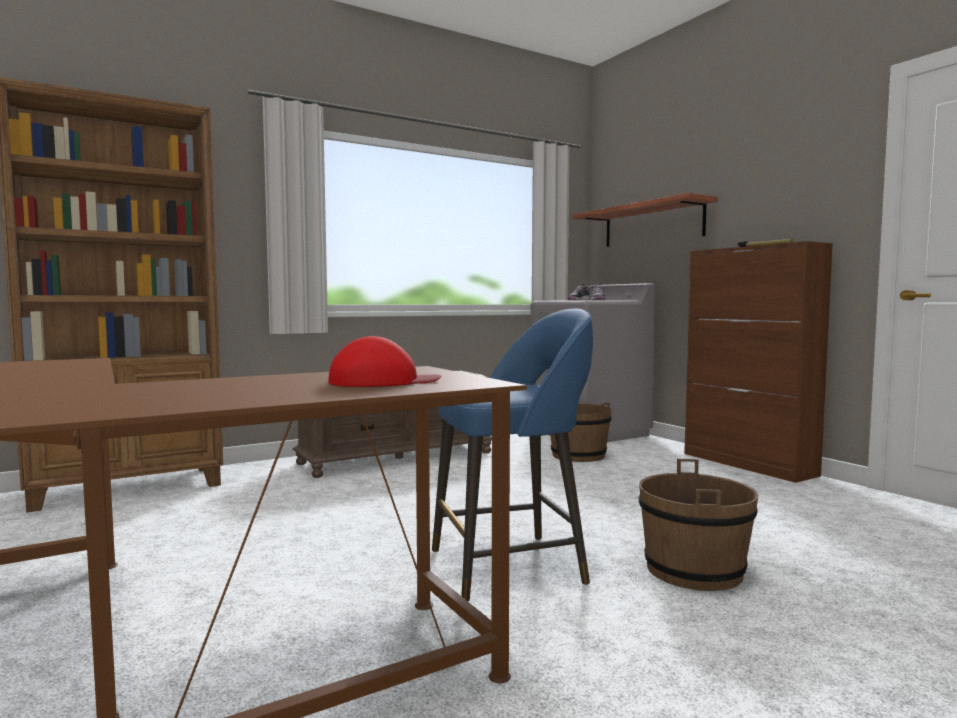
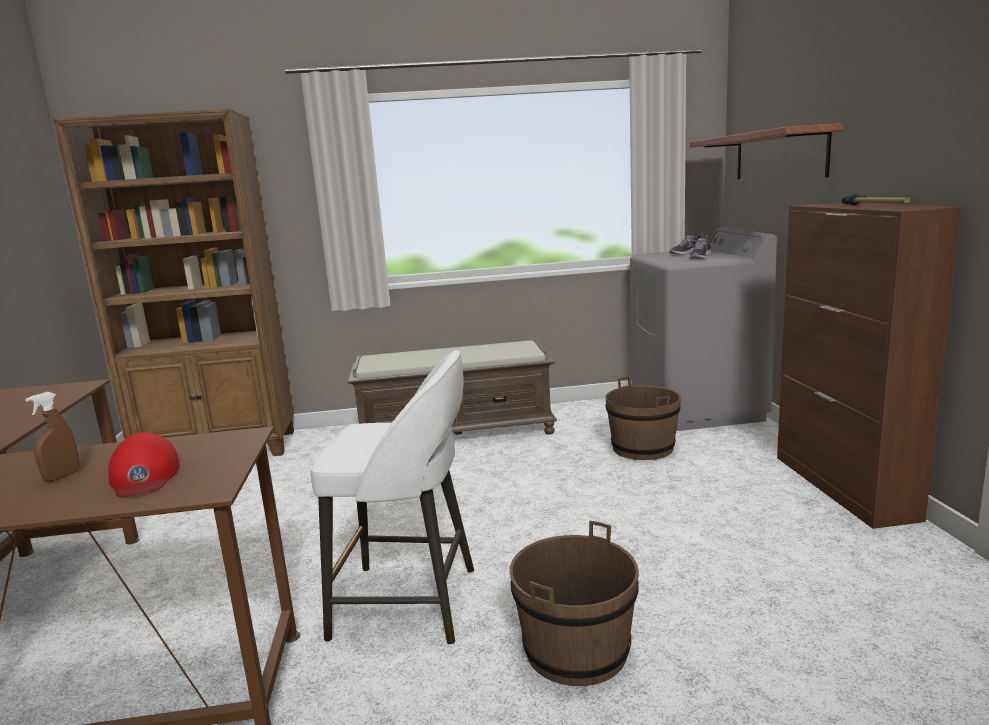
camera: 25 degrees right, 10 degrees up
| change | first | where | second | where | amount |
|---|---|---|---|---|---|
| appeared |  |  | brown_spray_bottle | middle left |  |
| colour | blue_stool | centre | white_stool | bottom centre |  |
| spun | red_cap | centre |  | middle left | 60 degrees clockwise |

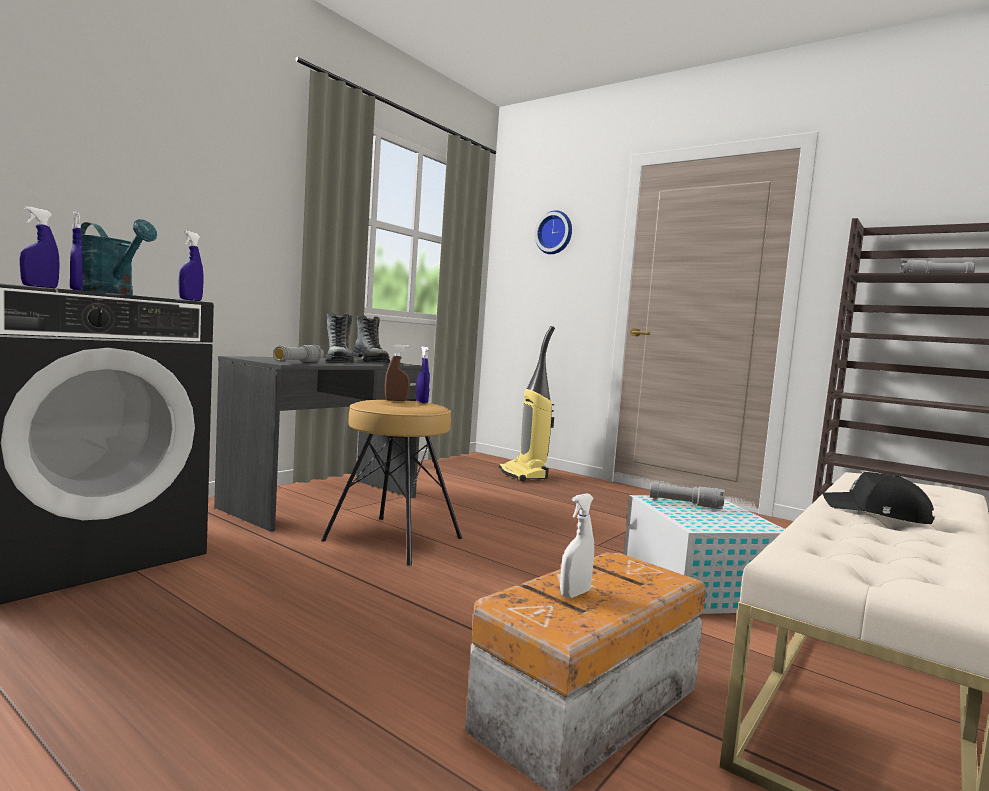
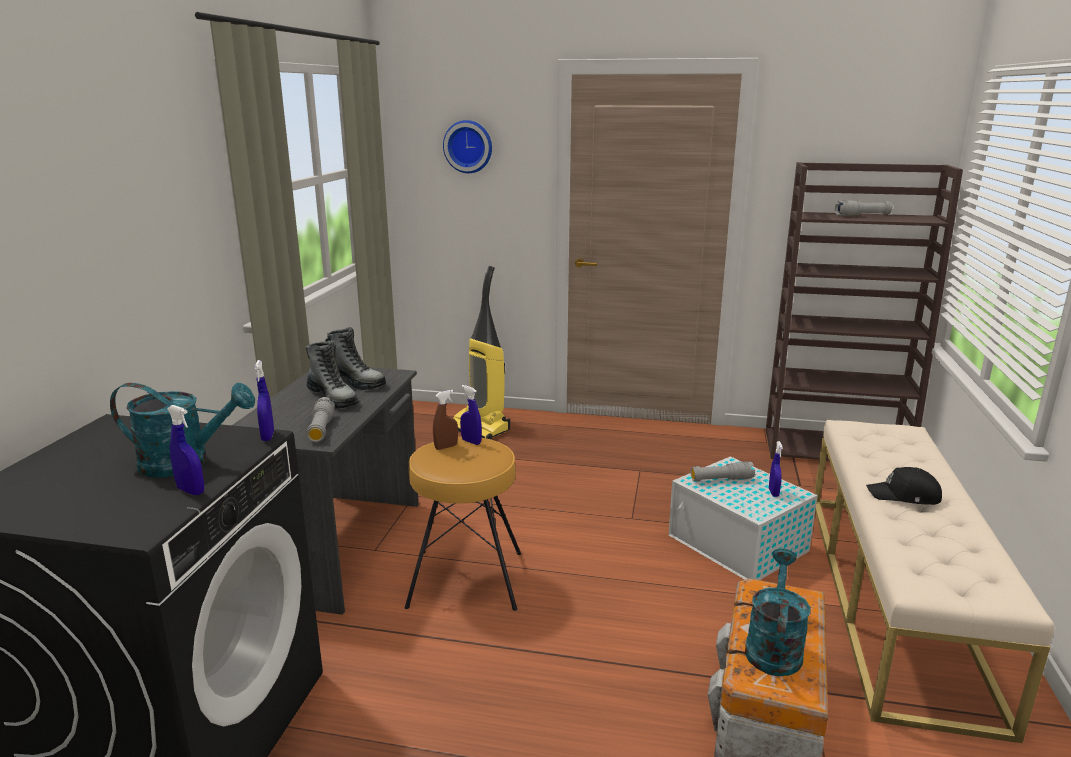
camera: 25 degrees left, 15 degrees up
| change | first | where | second | where | amount |
|---|---|---|---|---|---|
| relocated | blue_spray_bottle (no. 1 from left in the first image) | top left | blue_spray_bottle (no. 4 from left) | middle right |  |
| exchanged | white_spray_bottle | bottom centre | turquoise_watering_can (no. 2 from left) | bottom right |  |

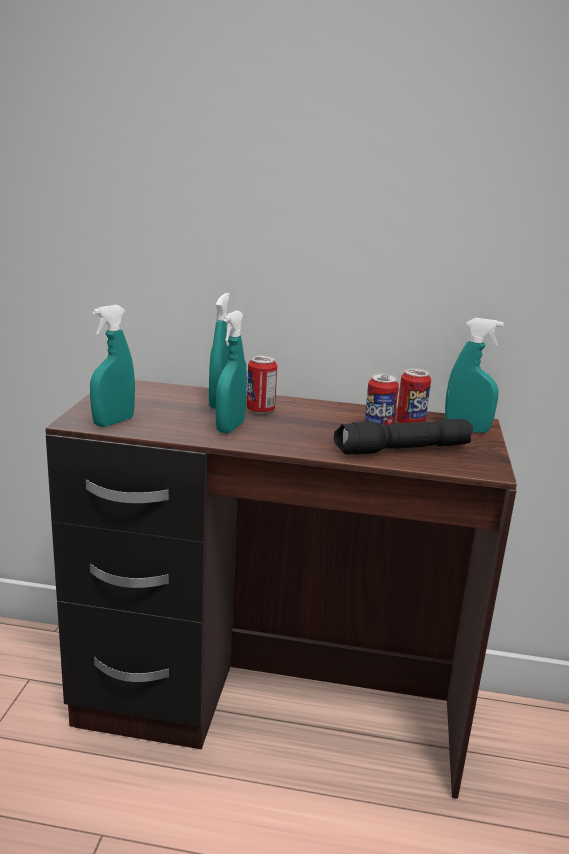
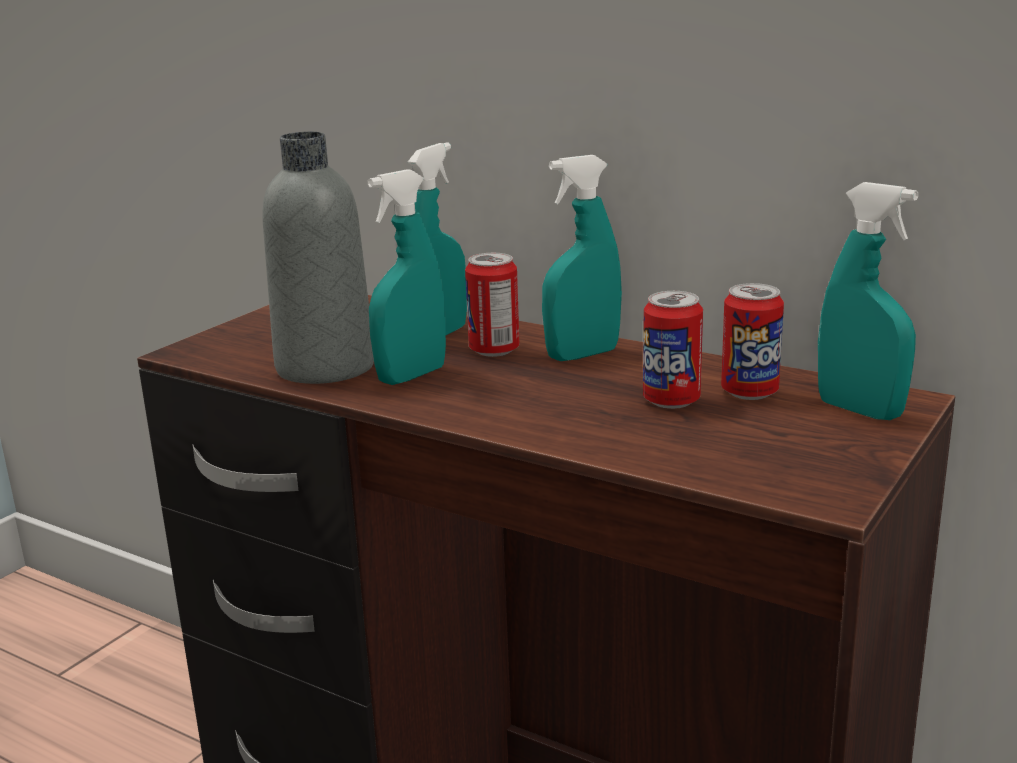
camera: 25 degrees right, 0 degrees up
| change | first | where | second | where | amount |
|---|---|---|---|---|---|
| missing | black_flashlight | middle right |  |  |  |
| appeared |  |  | grey_bottle | middle left |  |
| relocated | turquoise_spray_bottle (no. 1 from left in the first image) | middle left | turquoise_spray_bottle (no. 3 from left) | centre |  |

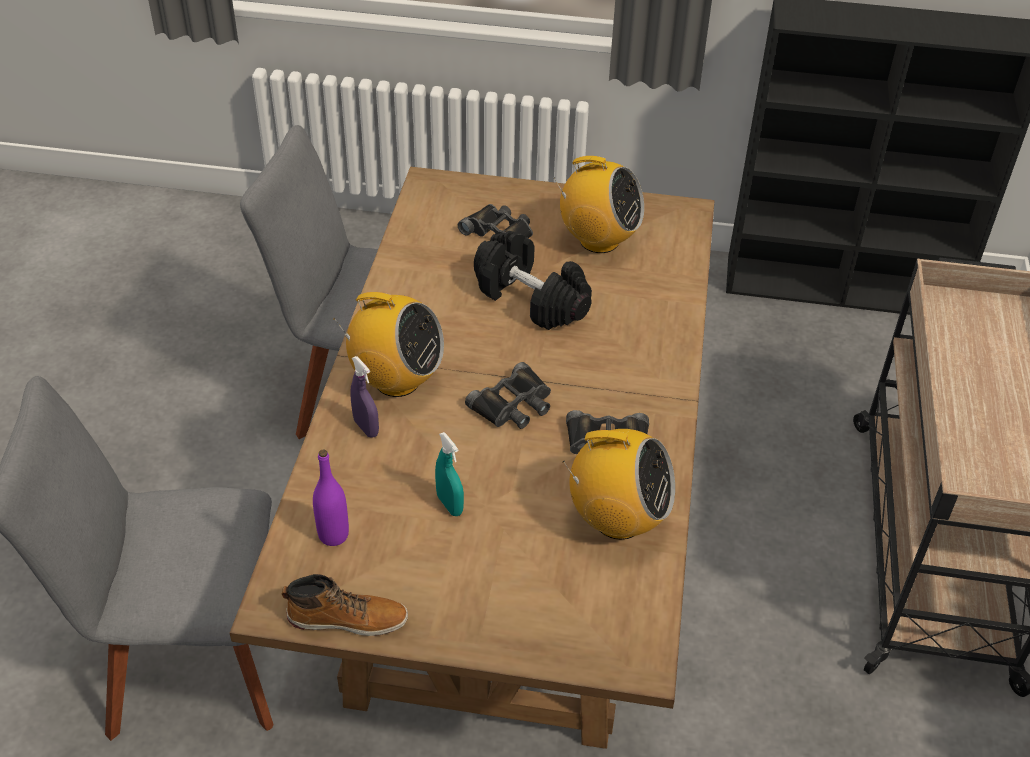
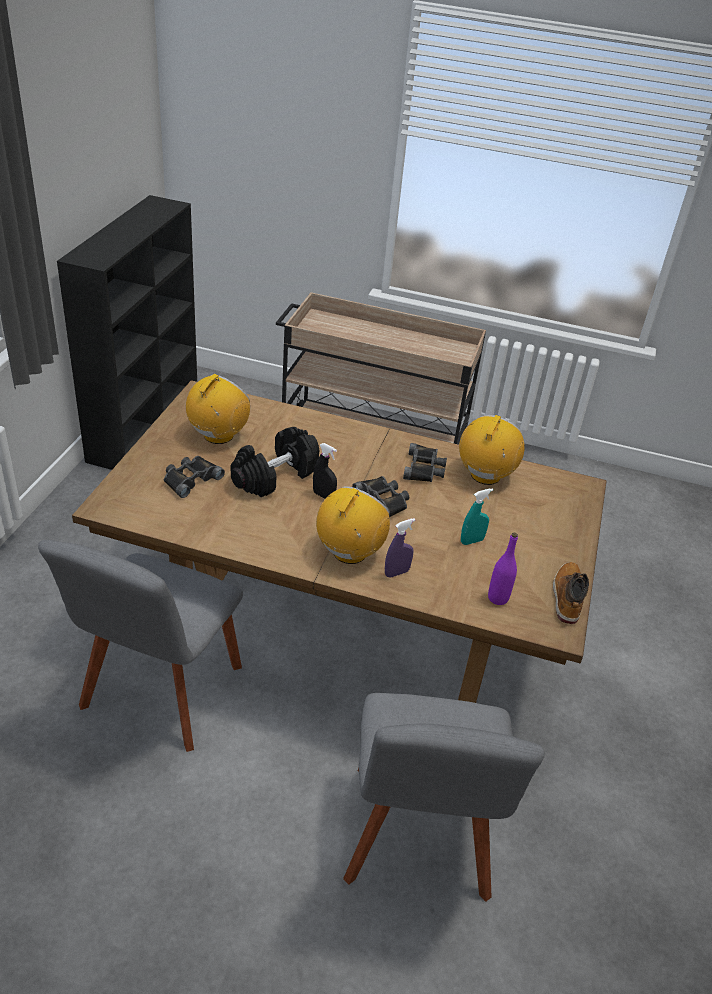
camera: 85 degrees left, 5 degrees down
| change | first | where | second | where | amount |
|---|---|---|---|---|---|
| appeared |  |  | black_spray_bottle | centre |  |

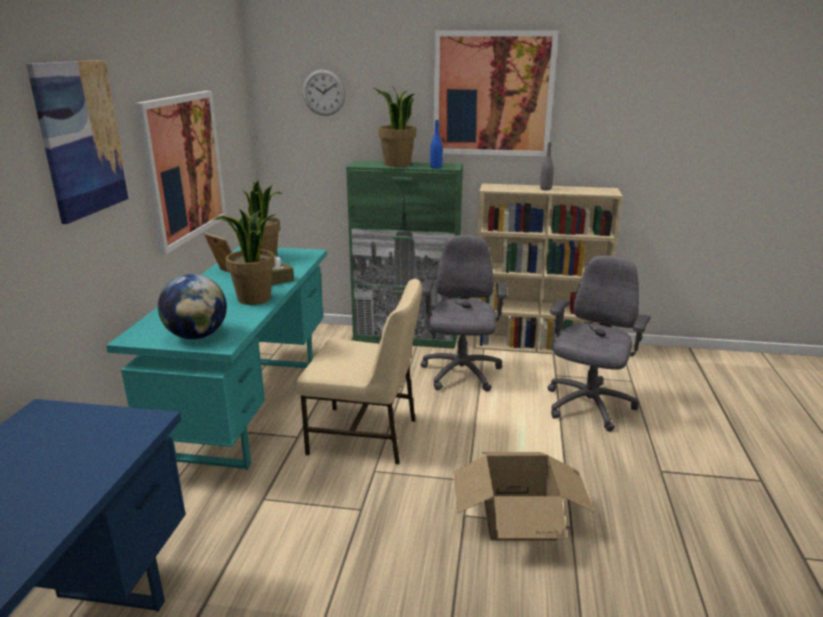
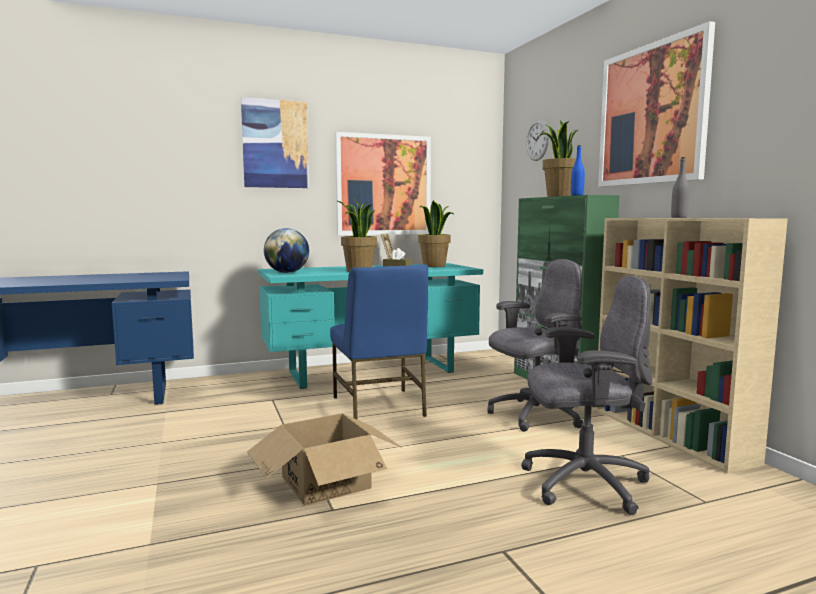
camera: 60 degrees right, 15 degrees down
| change | first | where | second | where | amount |
|---|---|---|---|---|---|
| colour | beige_chair | centre | blue_chair | centre |  |

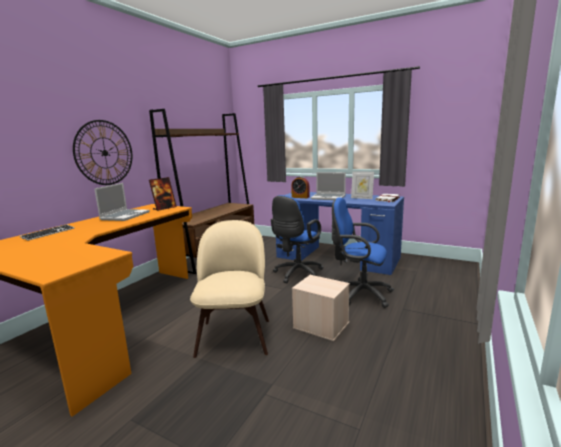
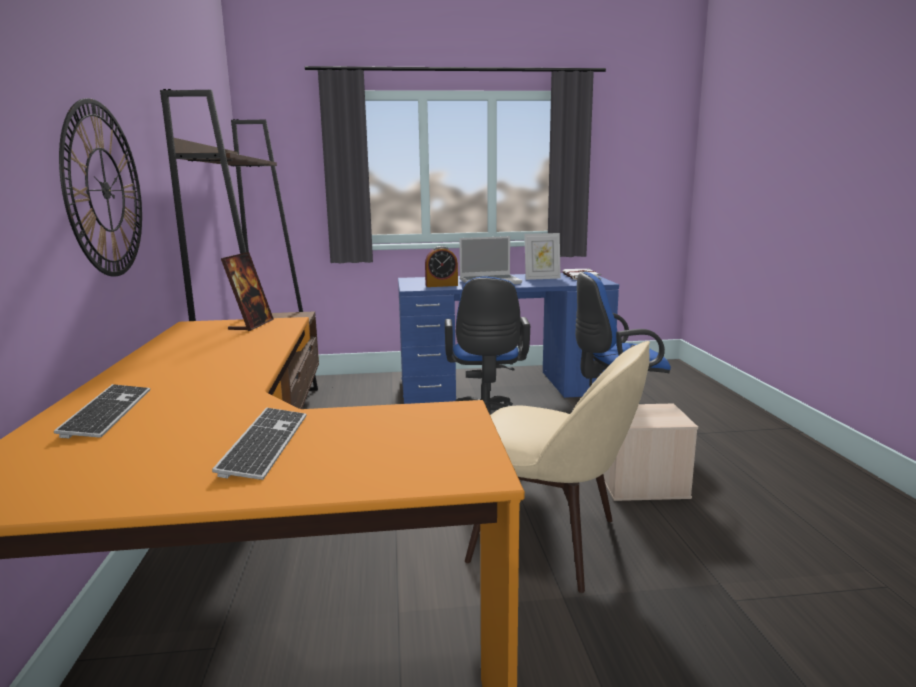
camera: 35 degrees left, 0 degrees up
| change | first | where | second | where | amount |
|---|---|---|---|---|---|
| missing | laptop (no. 1 from left) | middle left |  |  |  |
| appeared |  |  | keyboard (no. 2 from left) | middle left |  |
| spun | beige_chair | centre |  | bottom centre | 150 degrees clockwise |

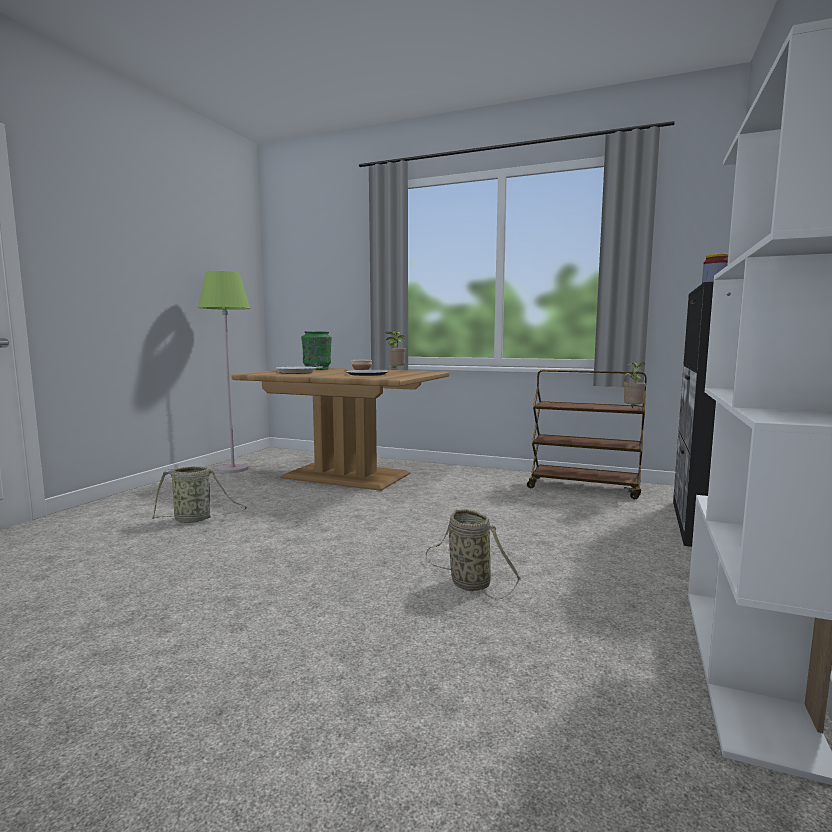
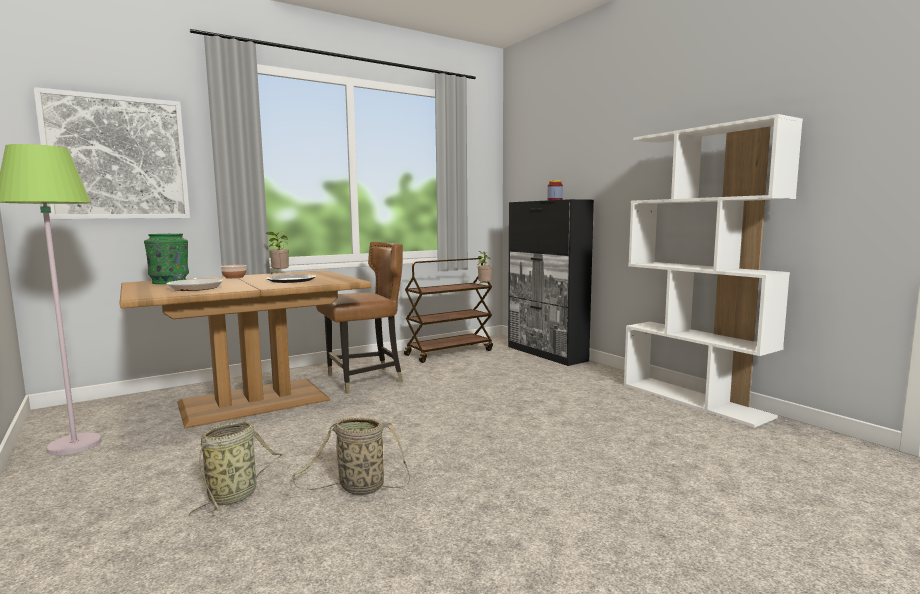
camera: 55 degrees left, 0 degrees up
| change | first | where | second | where | amount |
|---|---|---|---|---|---|
| appeared |  |  | picture | top left |  |
| appeared |  |  | brown_chair | centre |  |
| relocated | basket (no. 2 from left) | centre |  | bottom centre |  |

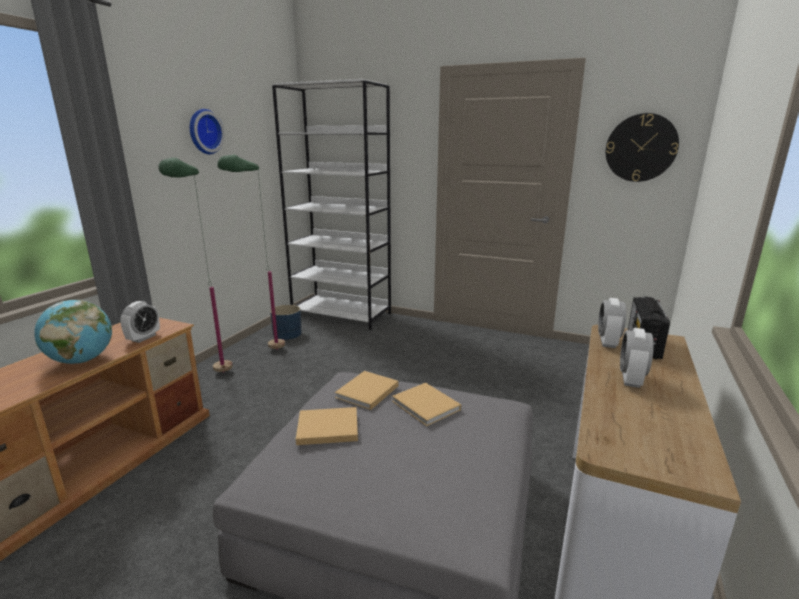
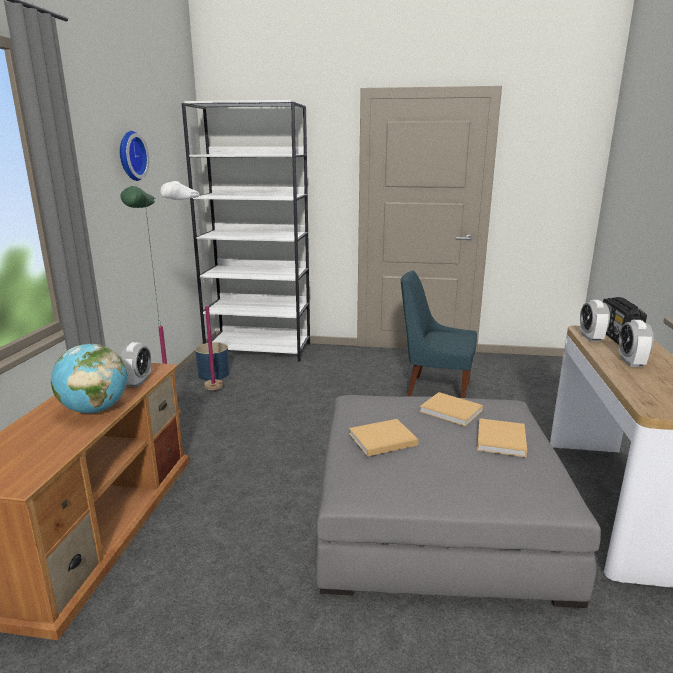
camera: 15 degrees left, 0 degrees up
| change | first | where | second | where | amount |
|---|---|---|---|---|---|
| missing | wall_clock (no. 2 from left) | top right |  |  |  |
| appeared |  |  | blue_chair | centre |  |
| relocated | beige_book (no. 2 from left in the first image) | centre | beige_book (no. 3 from left) | middle right |  |
| colour | green_floor_lamp (no. 2 from left) | middle left | white_floor_lamp | middle left |  |

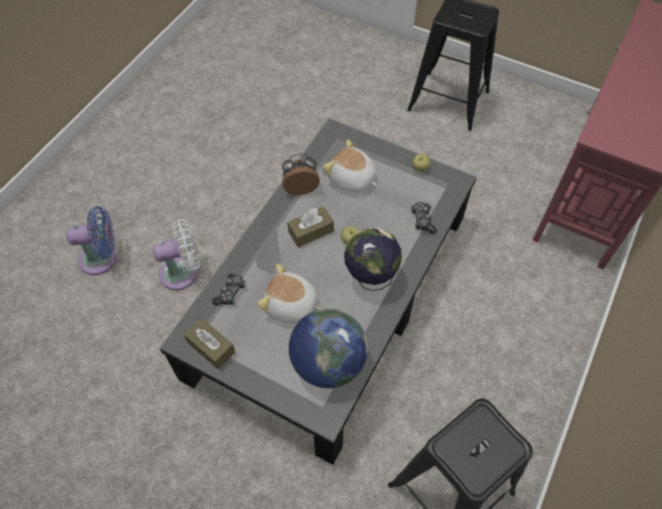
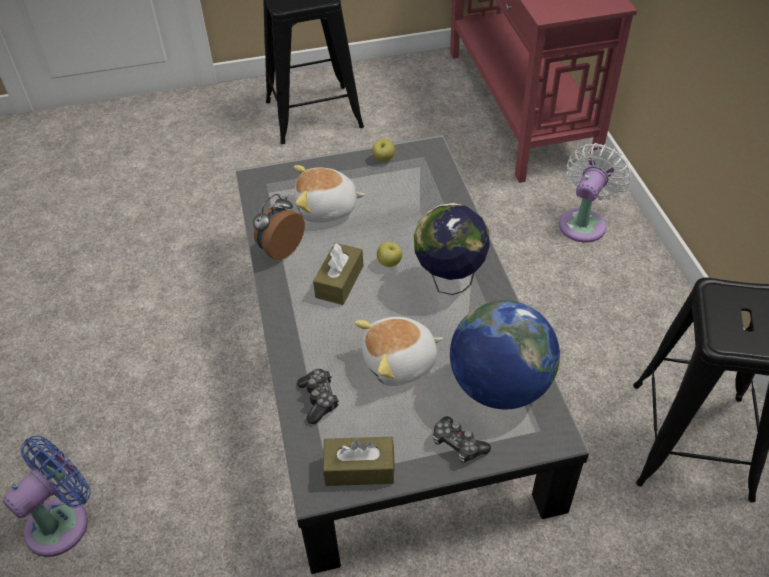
camera: 40 degrees left, 10 degrees down
| change | first | where | second | where | amount |
|---|---|---|---|---|---|
| relocated | white_fan | middle left |  | top right |  |
| relocated | game_controller (no. 2 from left) | centre |  | bottom centre |  |

